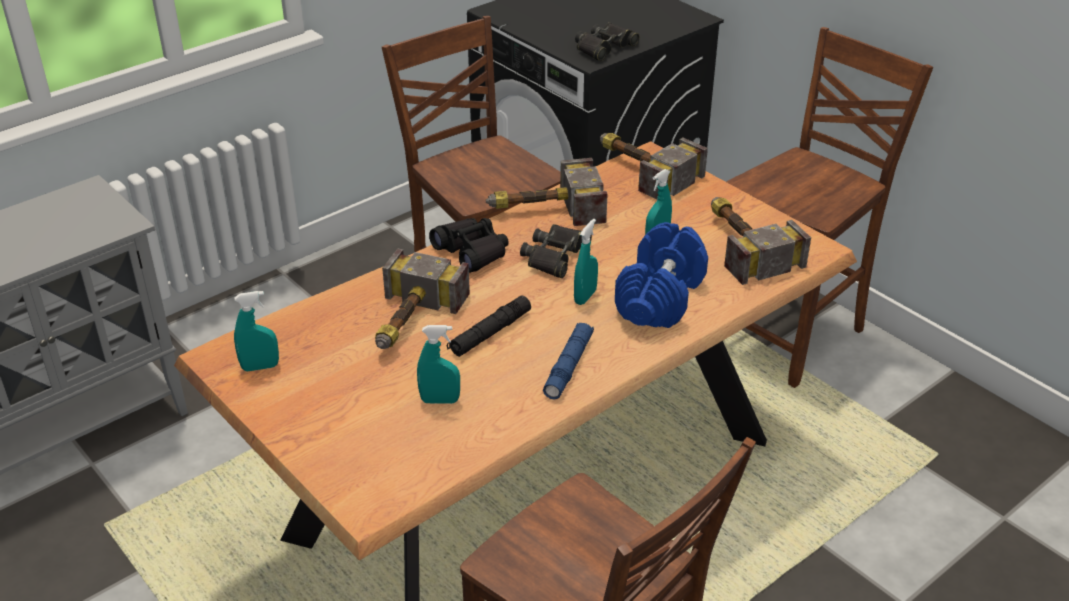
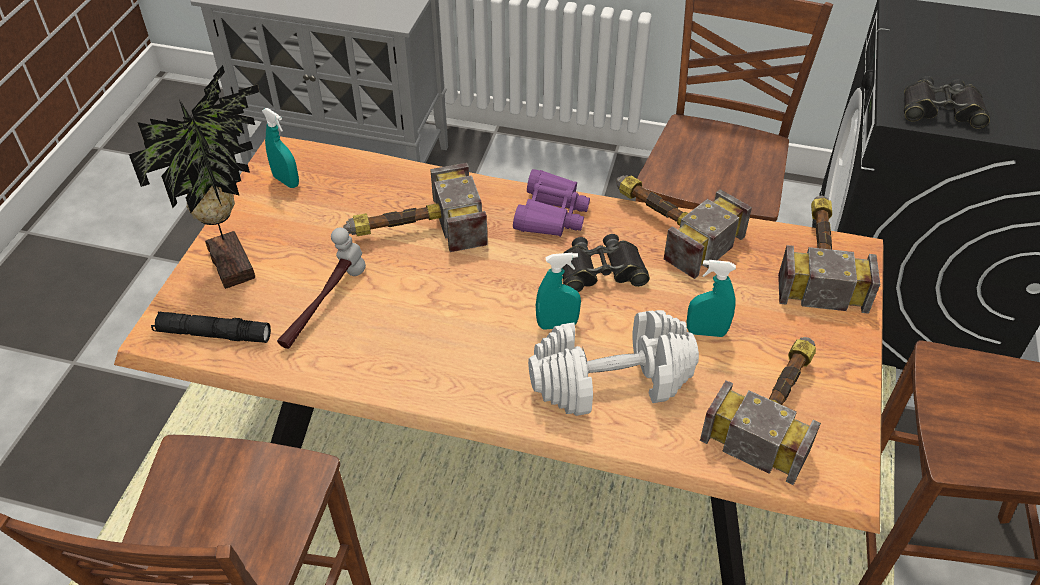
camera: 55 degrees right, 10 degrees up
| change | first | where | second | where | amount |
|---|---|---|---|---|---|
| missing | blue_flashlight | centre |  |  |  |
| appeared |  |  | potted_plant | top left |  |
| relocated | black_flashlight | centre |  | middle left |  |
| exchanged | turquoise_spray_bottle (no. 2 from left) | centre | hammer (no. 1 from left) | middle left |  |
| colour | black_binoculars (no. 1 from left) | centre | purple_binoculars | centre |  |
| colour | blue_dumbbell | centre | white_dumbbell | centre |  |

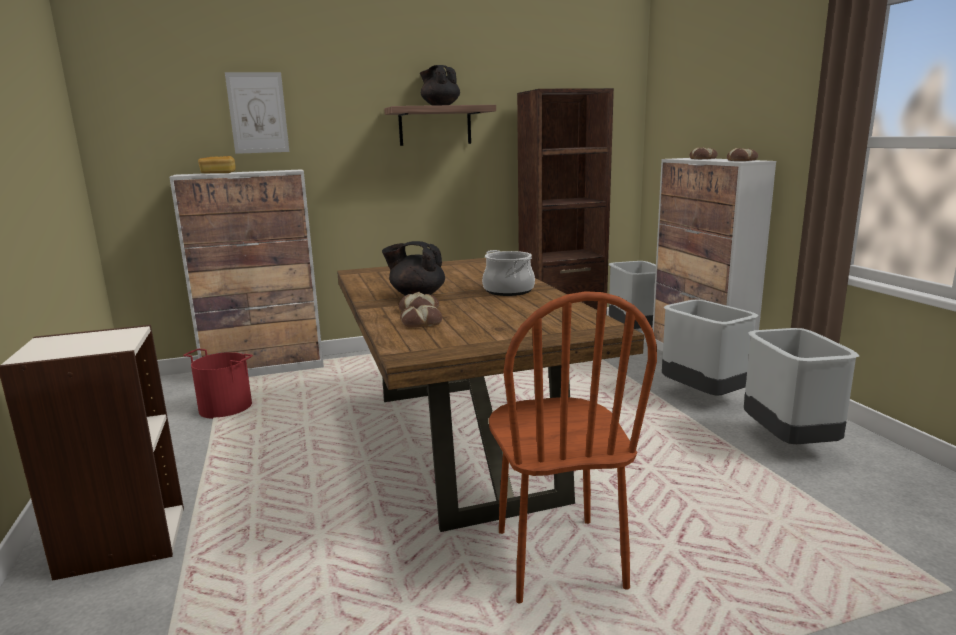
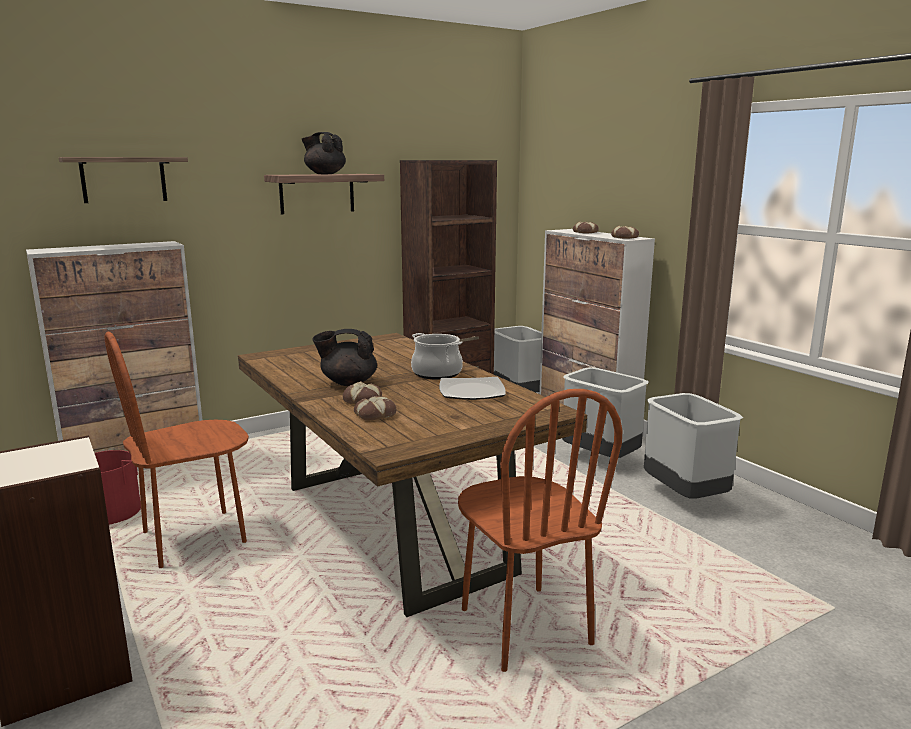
camera: 15 degrees left, 0 degrees up
| change | first | where | second | where | amount |
|---|---|---|---|---|---|
| missing | bread (no. 1 from left) | top left |  |  |  |
| appeared |  |  | brown_chair (no. 1 from left) | middle left |  |
| appeared |  |  | plate | centre |  |
| exchanged | picture | top left | shelf (no. 1 from left) | top left |  |

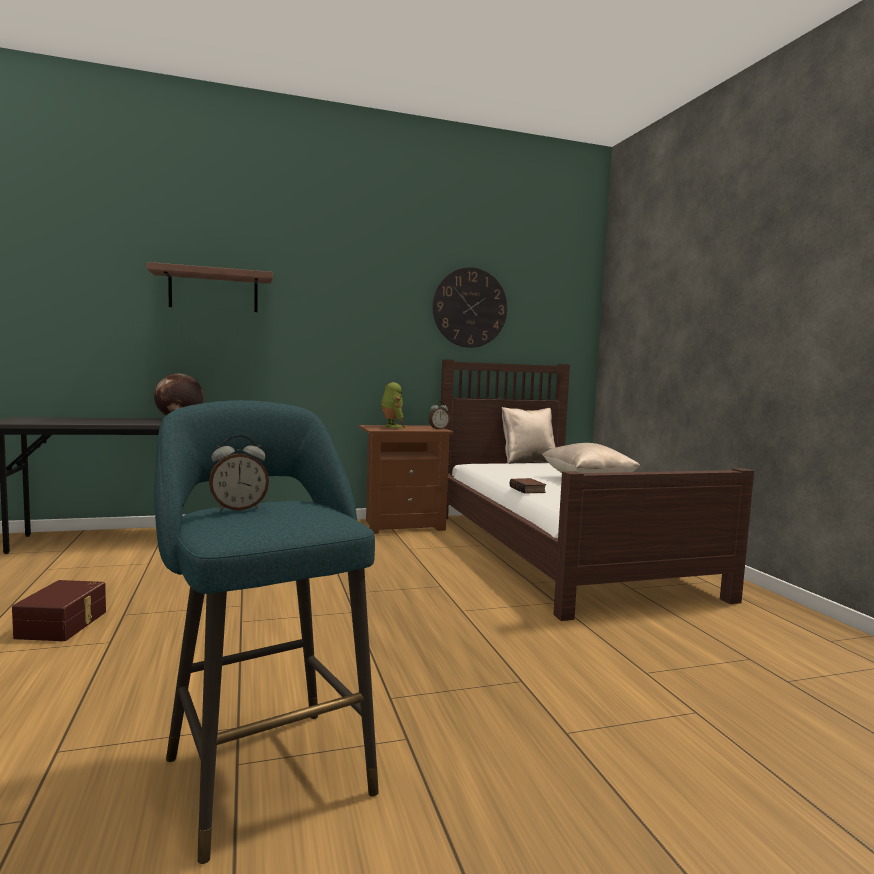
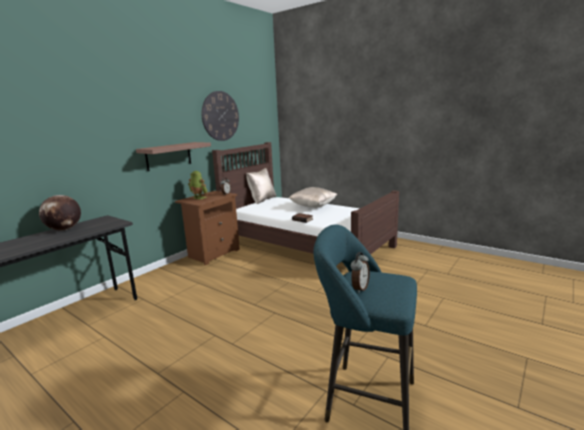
camera: 35 degrees left, 10 degrees up
| change | first | where | second | where | amount |
|---|---|---|---|---|---|
| missing | brown_storage_box | bottom left |  |  |  |
| relocated | shelf | top left |  | middle left |  |

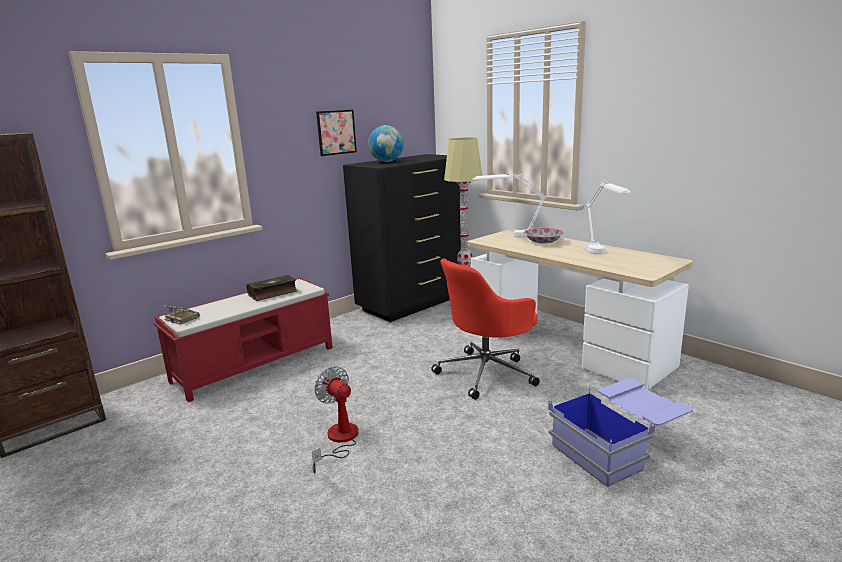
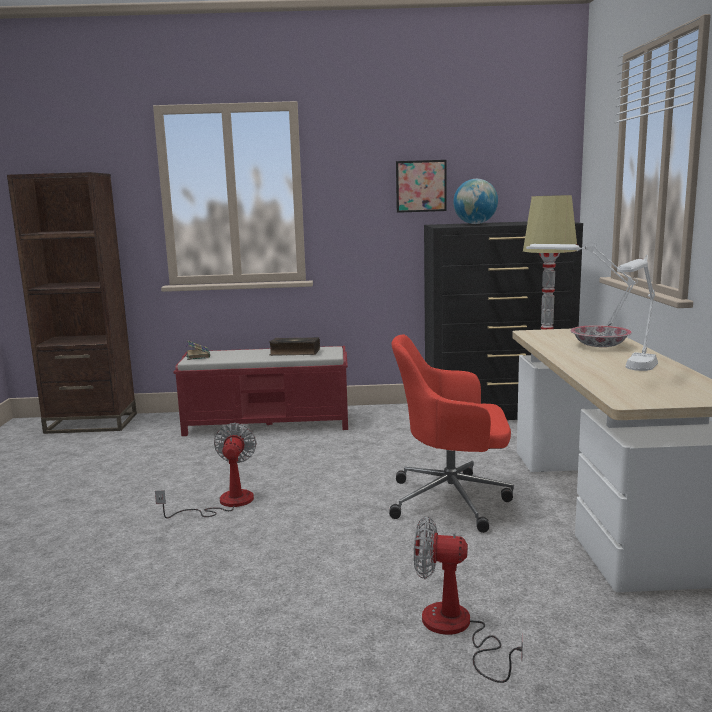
camera: 40 degrees right, 5 degrees down
| change | first | where | second | where | amount |
|---|---|---|---|---|---|
| exchanged | blue_storage_box | bottom right | fan (no. 2 from left) | bottom centre |  |

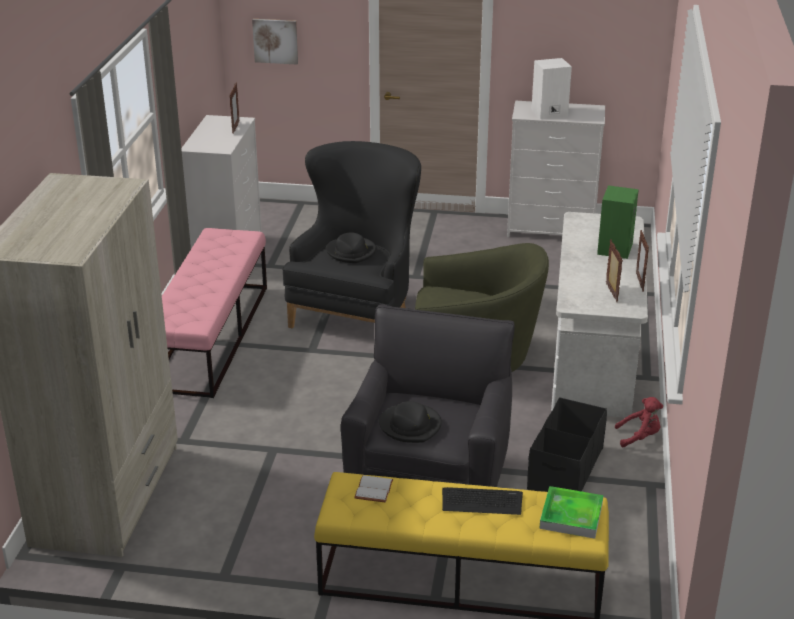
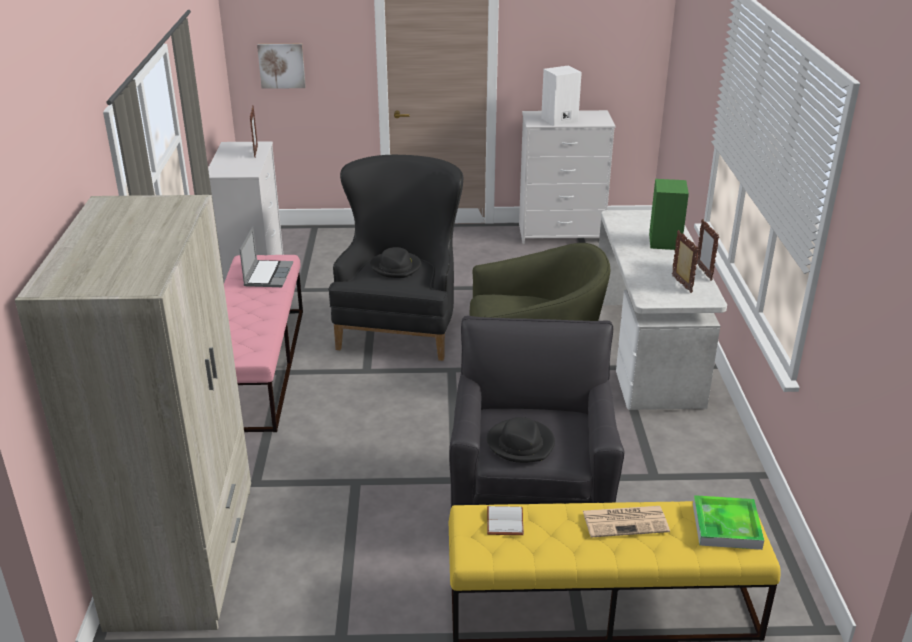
camera: 10 degrees left, 0 degrees up
| change | first | where | second | where | amount |
|---|---|---|---|---|---|
| missing | black_storage_box | bottom right |  |  |  |
| missing | red_plush_toy | bottom right |  |  |  |
| appeared |  |  | laptop | middle left |  |
| exchanged | keyboard | bottom centre | newspaper | bottom right |  |

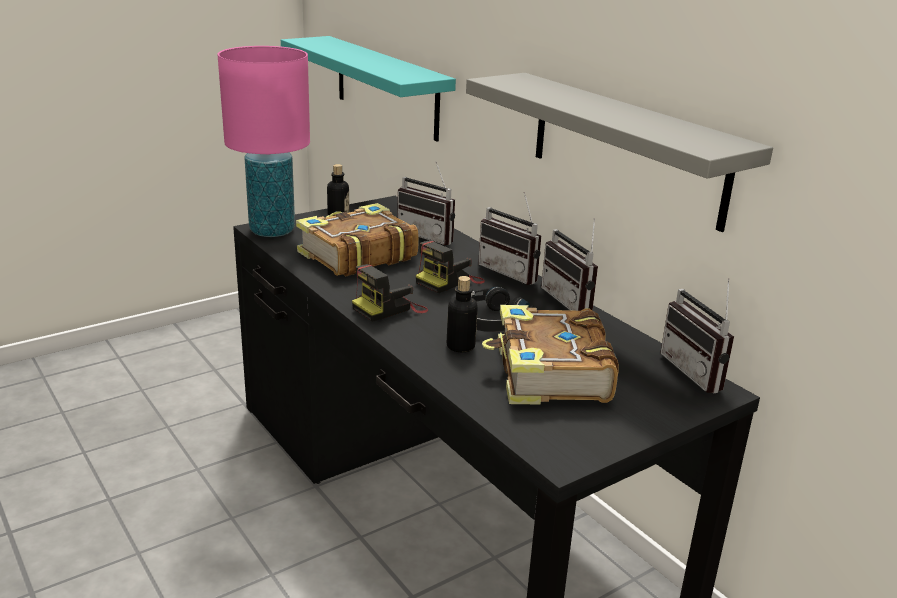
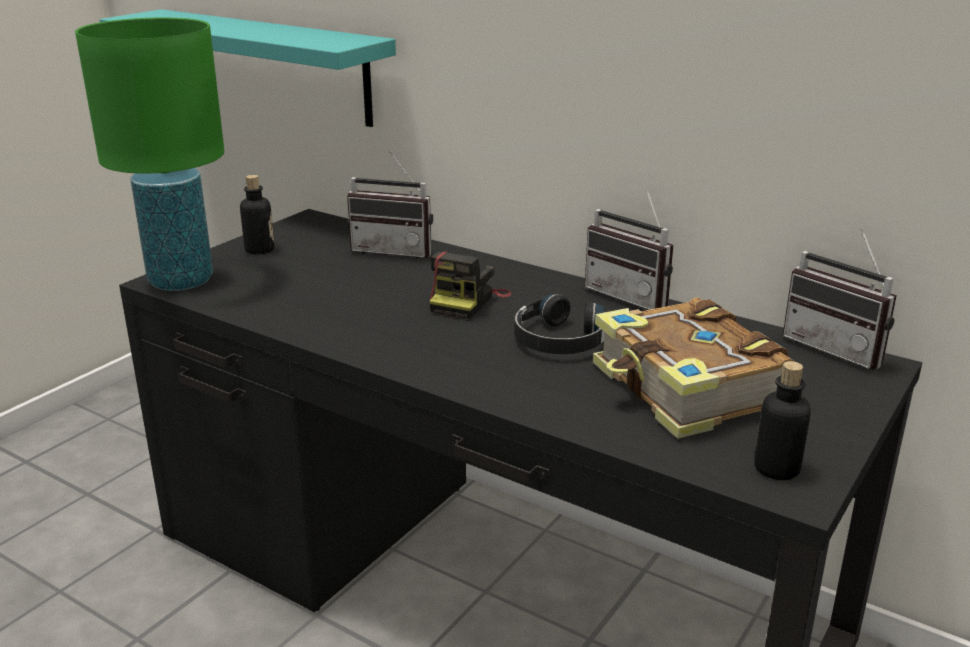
camera: 20 degrees left, 0 degrees up
| change | first | where | second | where | amount |
|---|---|---|---|---|---|
| missing | book (no. 1 from left) | centre |  |  |  |
| missing | photo_camera (no. 1 from left) | centre |  |  |  |
| missing | grey_shelf | top right |  |  |  |
| missing | radio (no. 2 from left) | centre |  |  |  |
| relocated | bottle (no. 2 from left) | centre |  | middle right |  |
| colour | pink_table_lamp | top left | green_table_lamp | top left |  |

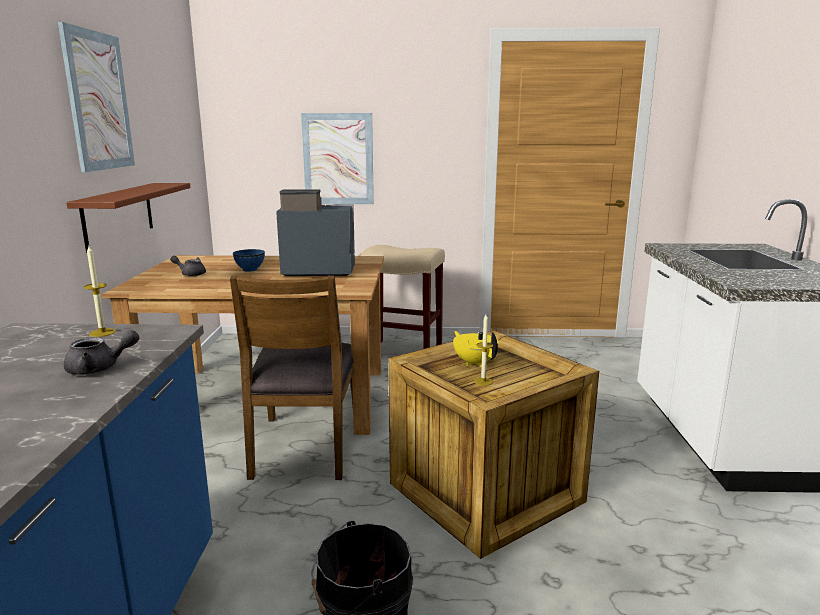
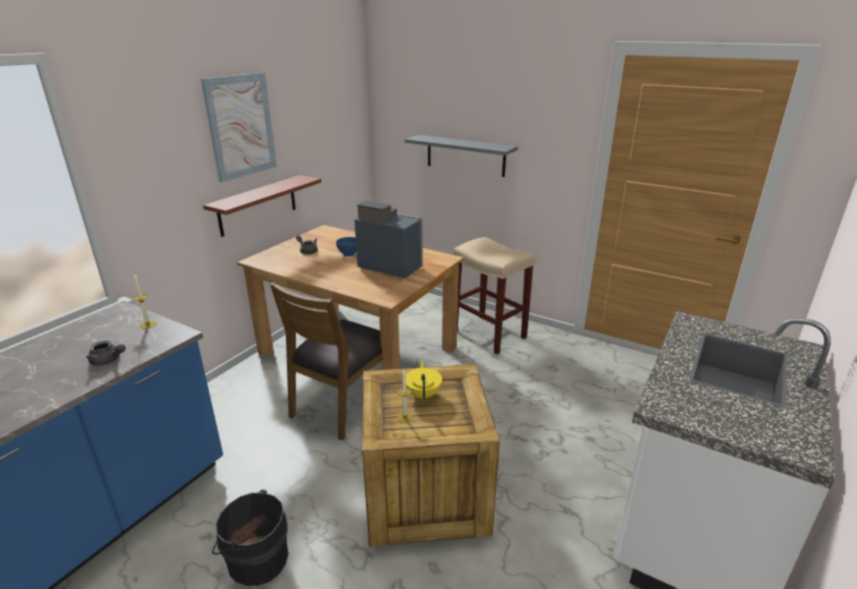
camera: 30 degrees right, 10 degrees up
| change | first | where | second | where | amount |
|---|---|---|---|---|---|
| exchanged | picture (no. 2 from left) | top centre | grey_shelf | top centre |  |

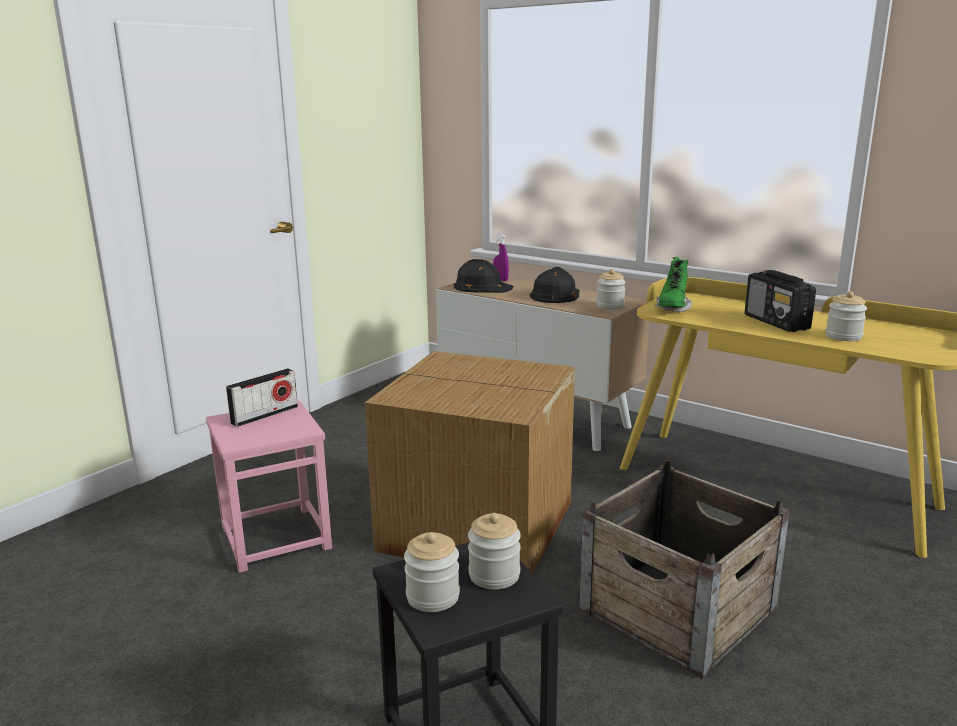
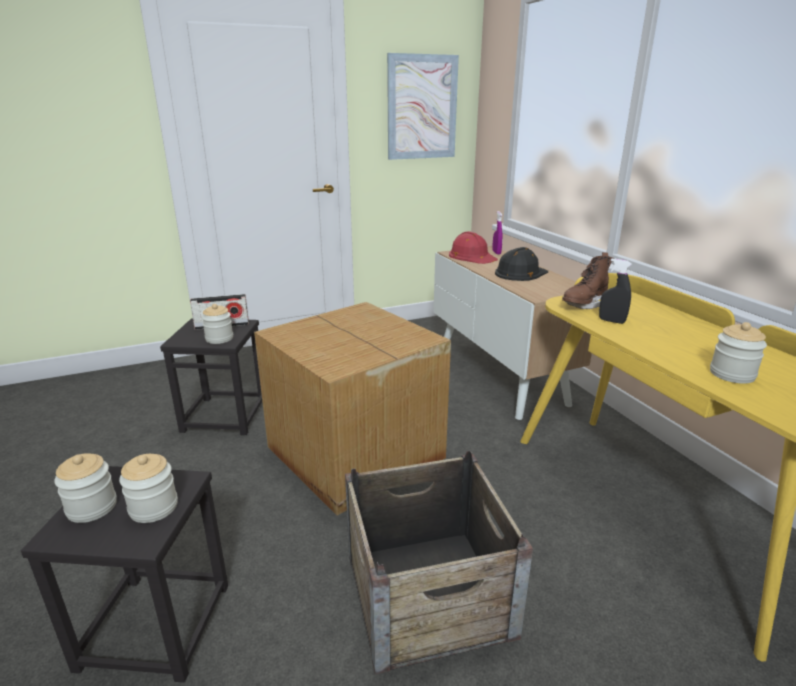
camera: 30 degrees right, 5 degrees up
| change | first | where | second | where | amount |
|---|---|---|---|---|---|
| missing | radio (no. 2 from left) | middle right |  |  |  |
| appeared |  |  | picture | top centre |  |
| appeared |  |  | black_spray_bottle | middle right |  |
| relocated | jar (no. 3 from left) | centre |  | middle left |  |
| colour | pink_stool | bottom left | black_stool (no. 2 from left) | middle left |  |
| colour | black_hard_hat (no. 1 from left) | centre | red_hard_hat | centre |  |
| colour | green_boot | middle right | brown_boot | middle right |  |

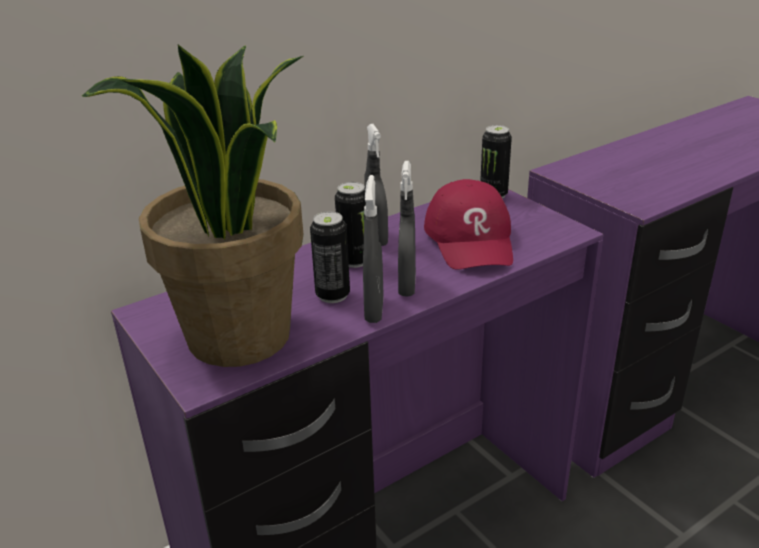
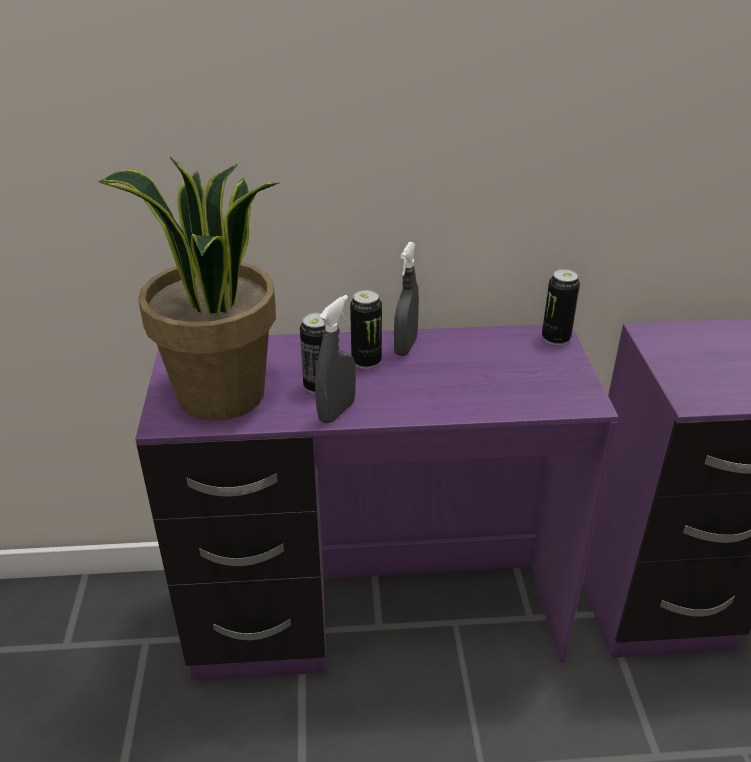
camera: 30 degrees right, 5 degrees up
| change | first | where | second | where | amount |
|---|---|---|---|---|---|
| missing | grey_spray_bottle (no. 3 from left) | centre |  |  |  |
| missing | red_cap | centre |  |  |  |

